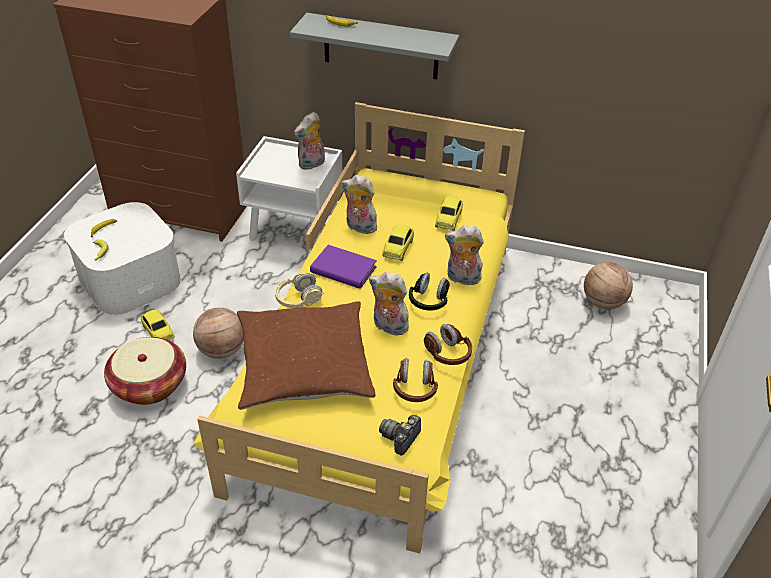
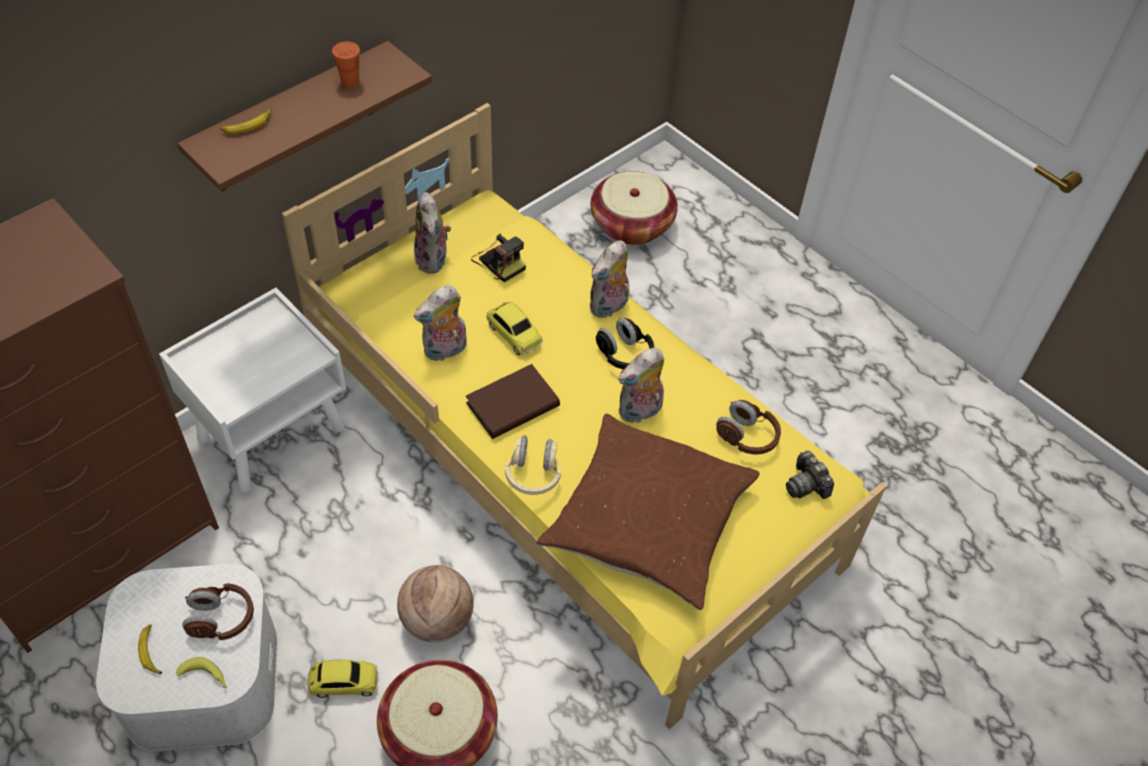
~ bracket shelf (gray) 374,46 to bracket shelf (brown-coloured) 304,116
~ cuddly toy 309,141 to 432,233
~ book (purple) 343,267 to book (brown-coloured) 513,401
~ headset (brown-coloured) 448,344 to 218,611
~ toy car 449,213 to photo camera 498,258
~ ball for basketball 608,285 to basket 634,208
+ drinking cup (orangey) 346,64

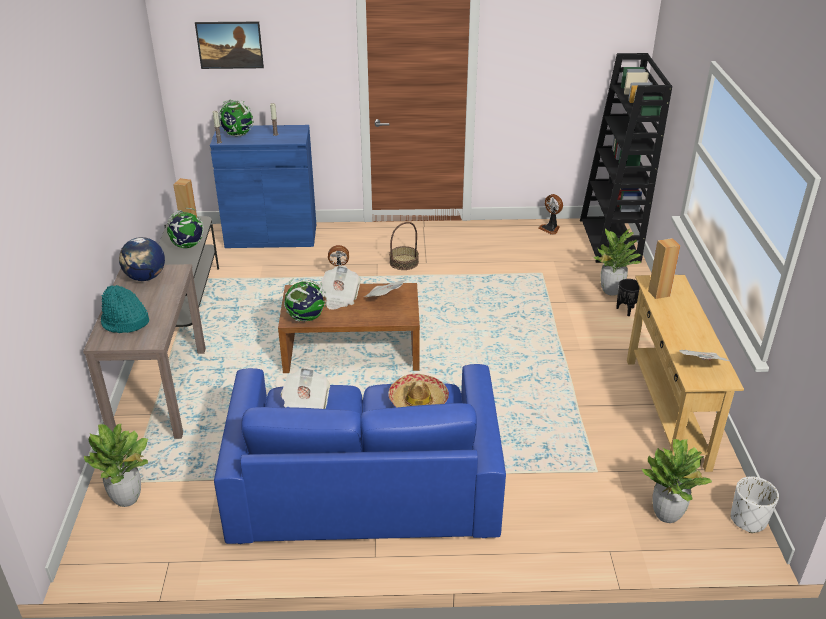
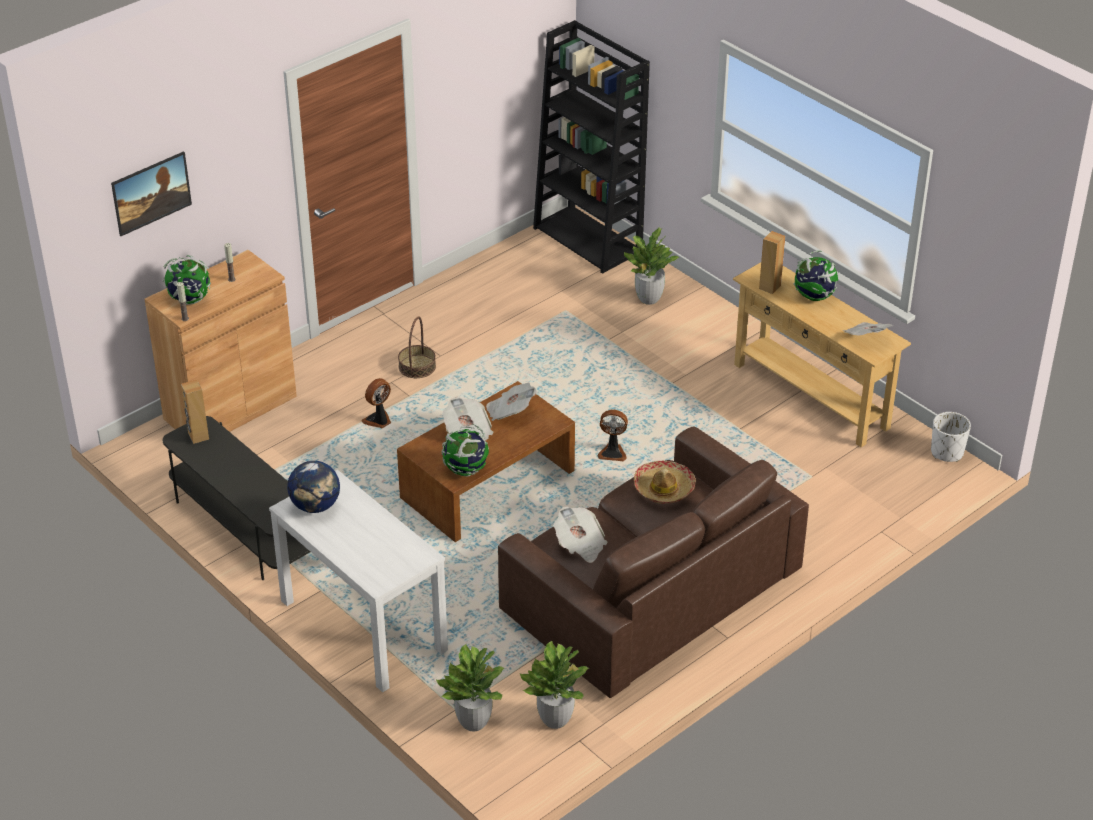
~ console table (brown-coloured) 144,351 to console table (whitish) 358,581
- clothing hat (blue-green) 125,309
~ globe 185,228 to 816,276
~ storage cabinet (blue) 263,186 to storage cabinet (brown-coloured) 220,341
~ sofa (blue) 360,454 to sofa (brown-coloured) 653,562
~ cooling fan 550,214 to 612,435
- planter (black-coloured) 628,297
~ potted plant 677,481 to 554,685

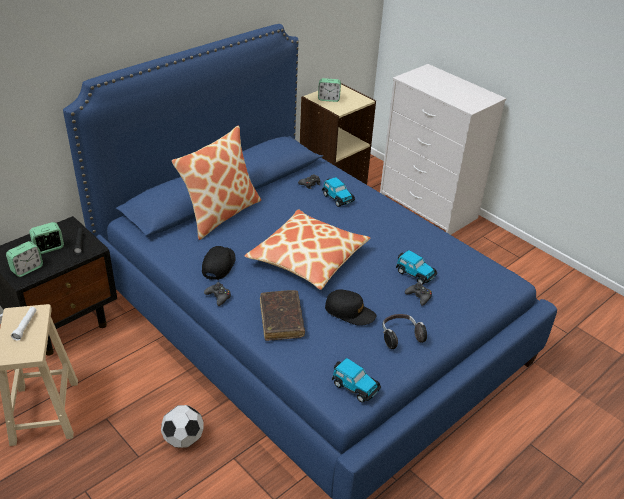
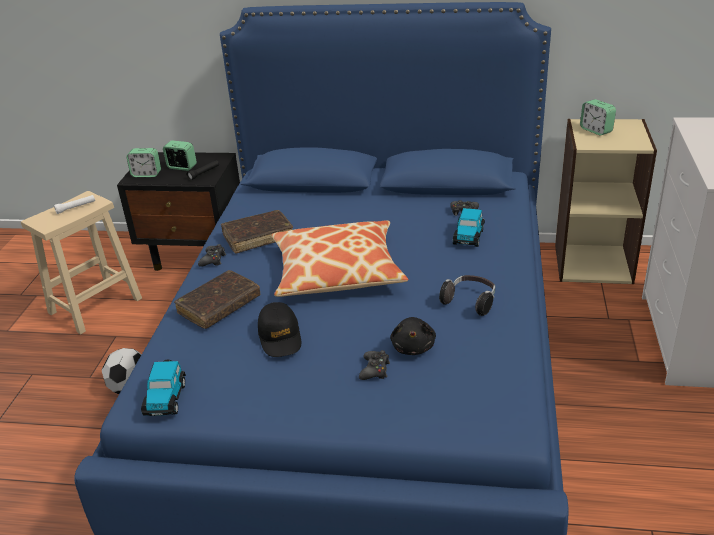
- pillow 216,182
~ peaked cap (black-coloured) 219,263 to book (brown-coloured) 257,232
~ headset 404,331 to 467,295
~ toy car 416,267 to cuddly toy (black-coloured) 413,336

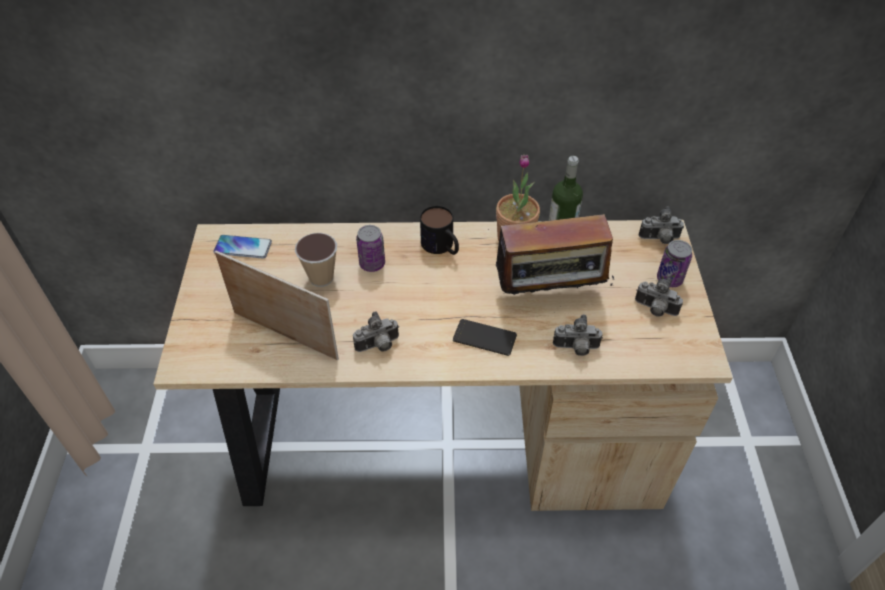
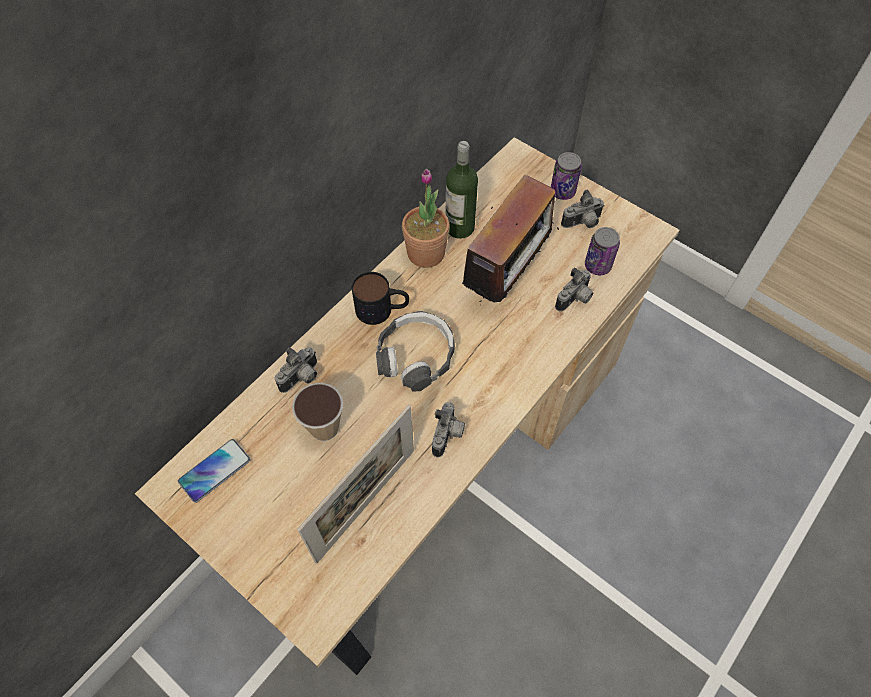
~ photo frame 277,305 = 355,484 150 degrees clockwise
~ can 370,248 to 602,251
- phone 485,337
~ photo camera 661,225 to 296,370
+ headset 415,351

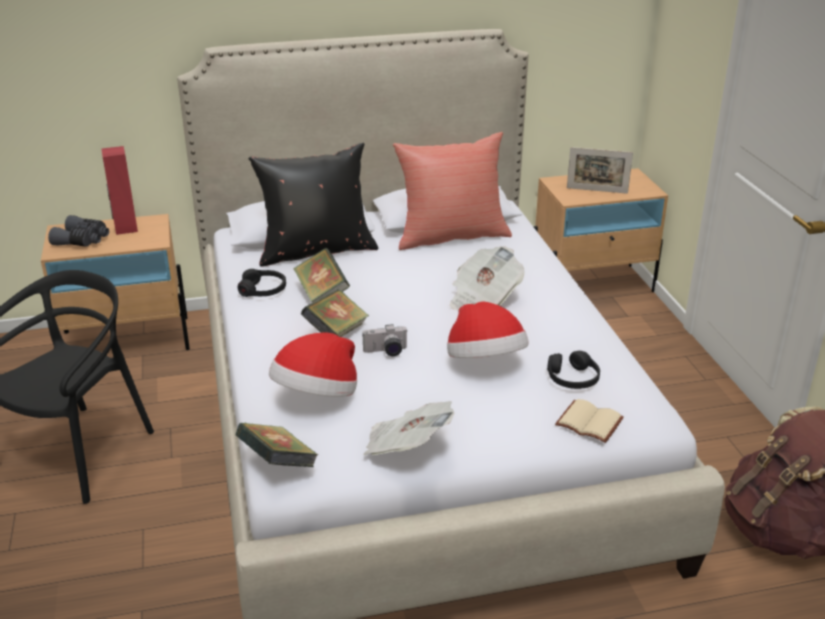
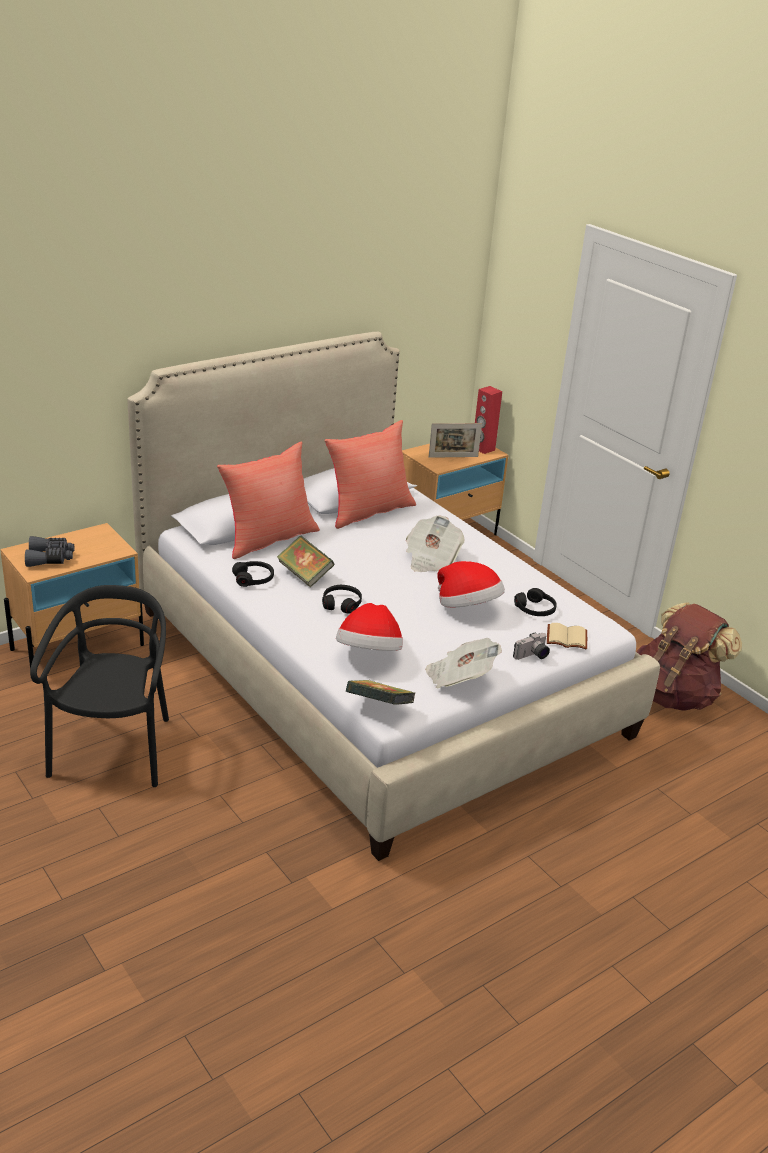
~ audio speaker (red-coloured) 119,190 to 488,420
~ pillow (black-coloured) 313,205 to pillow (red-coloured) 268,500
~ book 335,313 to headset (black-coloured) 342,599
~ photo camera 385,340 to 531,646

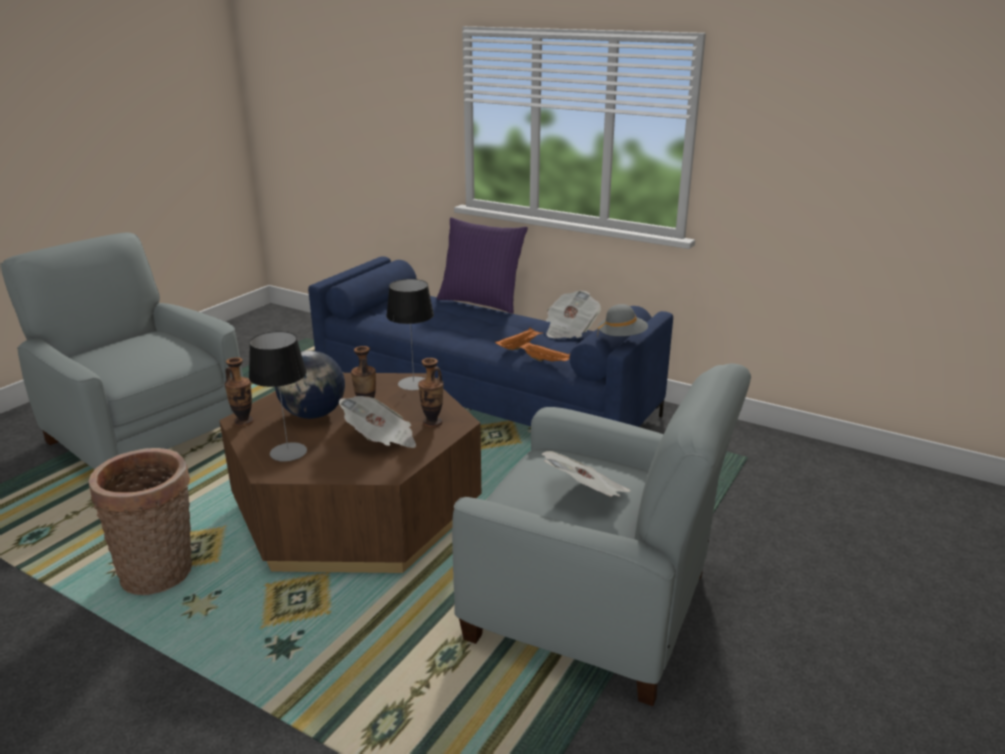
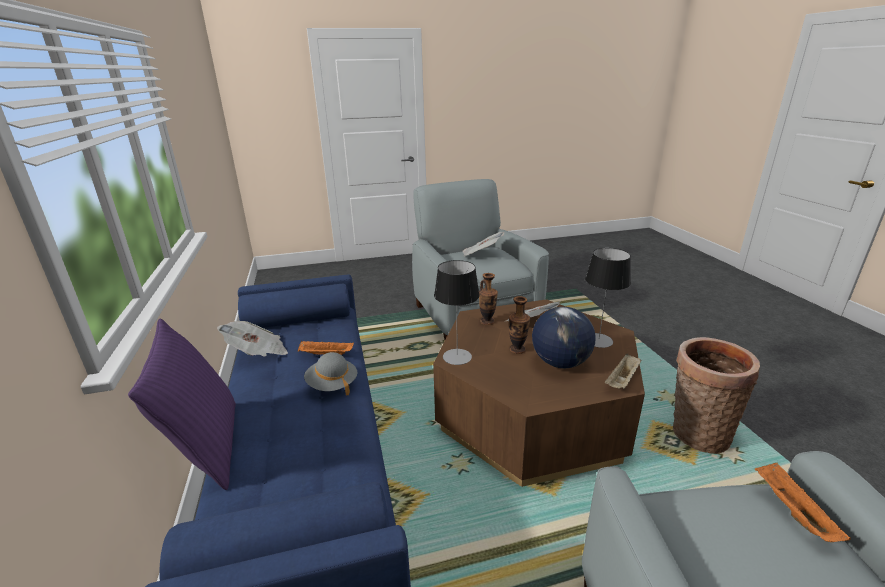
~ vase 239,392 to carrying tray (beige-coloured) 623,371
~ carrying tray (orangey) 544,352 to 803,502
~ clothing hat (gray) 622,321 to 331,373

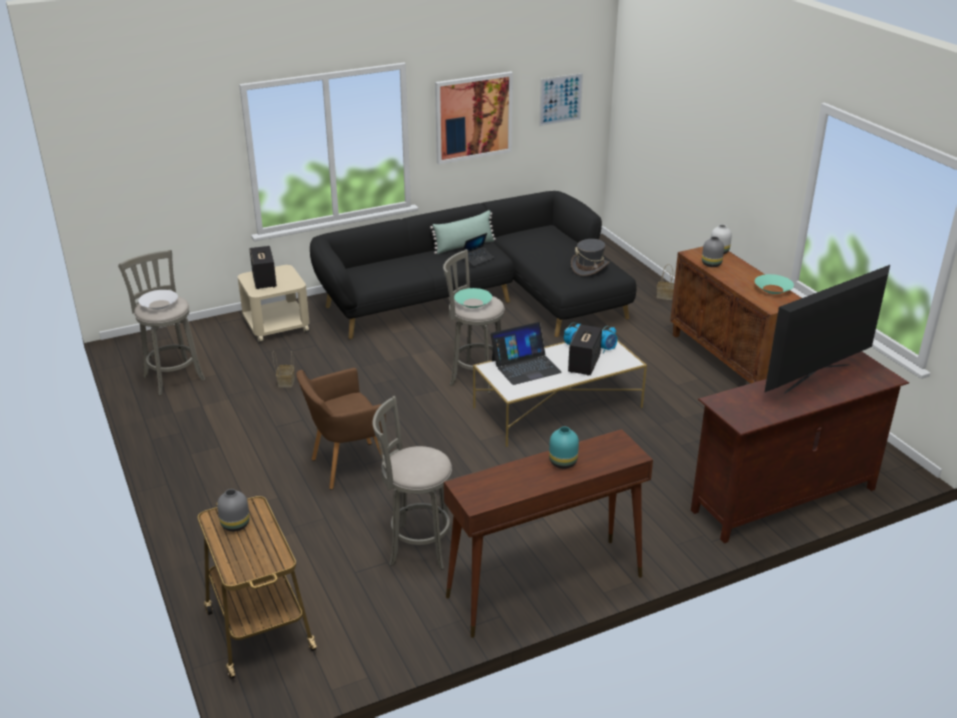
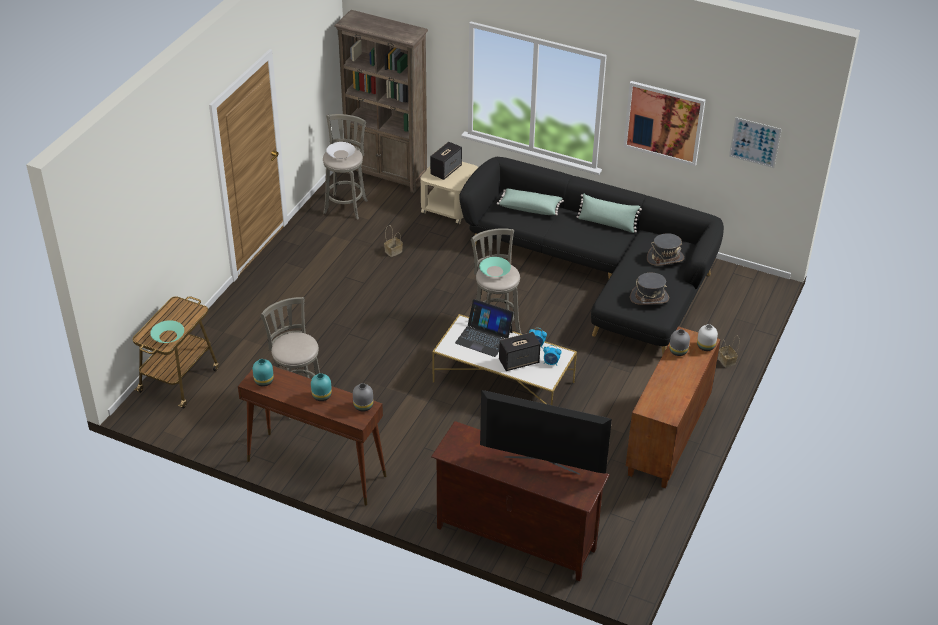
~ vase (gray) 233,510 to 363,397
- lounge chair (brown-coloured) 341,428
- portable computer 478,250
~ bowl (blue-green) 774,284 to 167,331
+ vase (blue-green) 263,373
+ shelving unit (brown-coloured) 381,101
+ pillow (green-coloured) 530,202
+ clothing hat (gray) 665,249

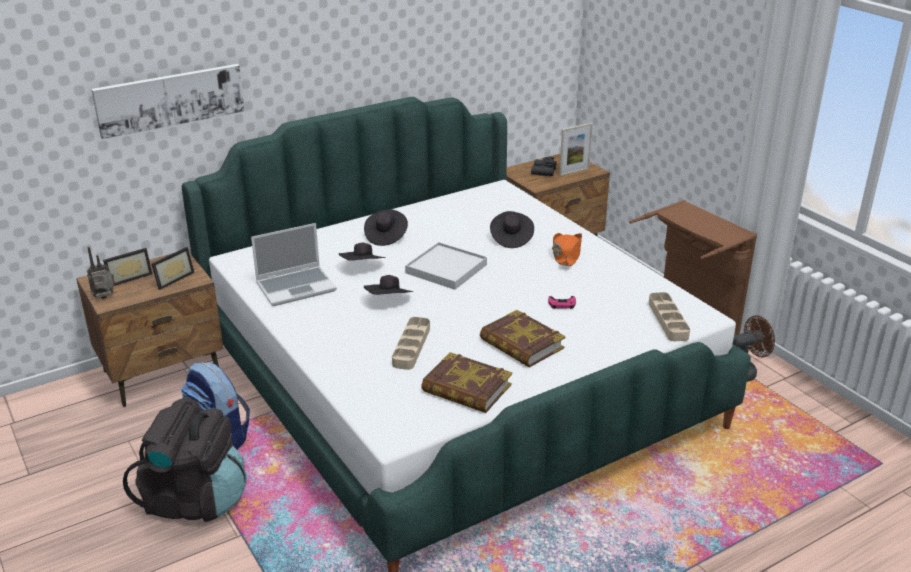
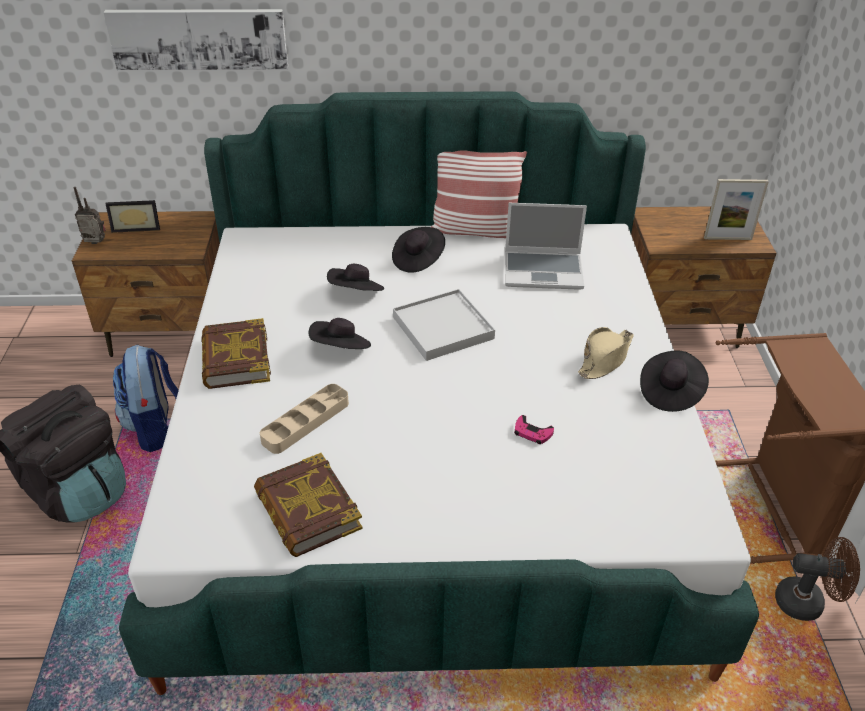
- photo frame 173,268
~ portable computer 294,264 to 546,246
~ book 522,338 to 236,353
~ clothing hat (black-coloured) 512,229 to 674,381
- pair of binoculars (black-coloured) 543,166
~ clothing hat (orangey) 567,249 to clothing hat (beige-coloured) 606,353
- carrying tray (beige-coloured) 669,316
+ pillow 479,194

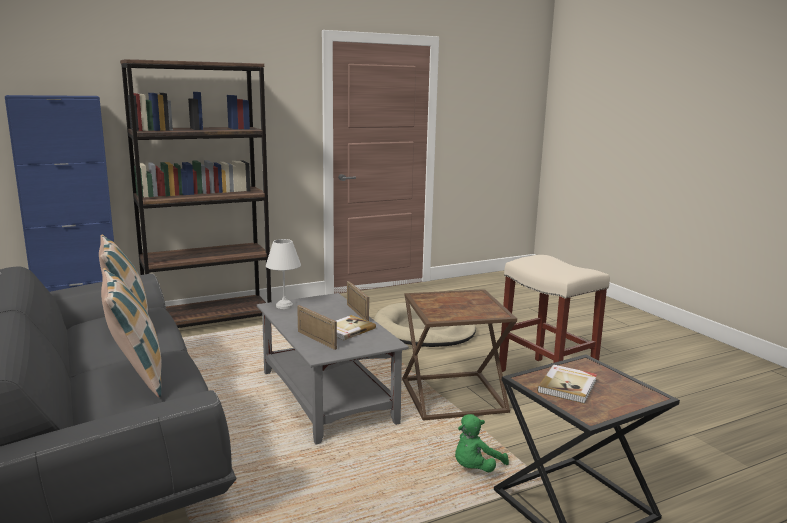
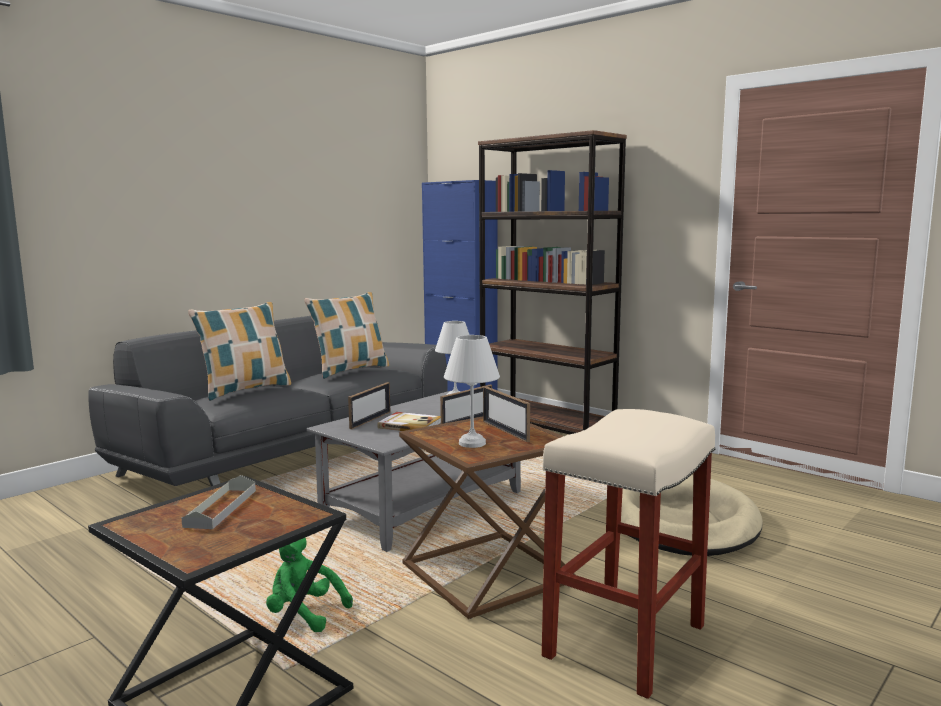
~ book 567,384 to carrying tray (gray) 219,502
+ lamp for a table (whitish) 472,391
+ photo frame 506,414

